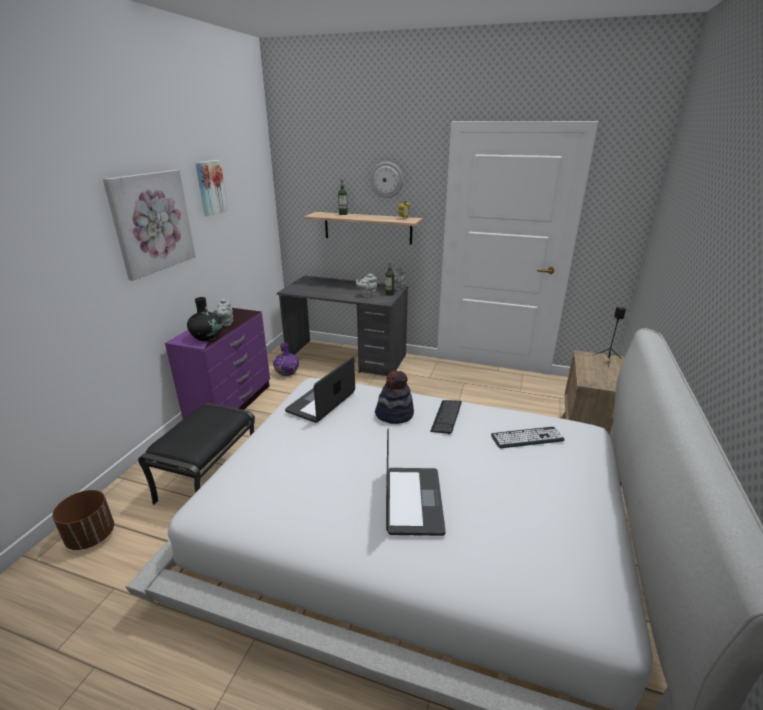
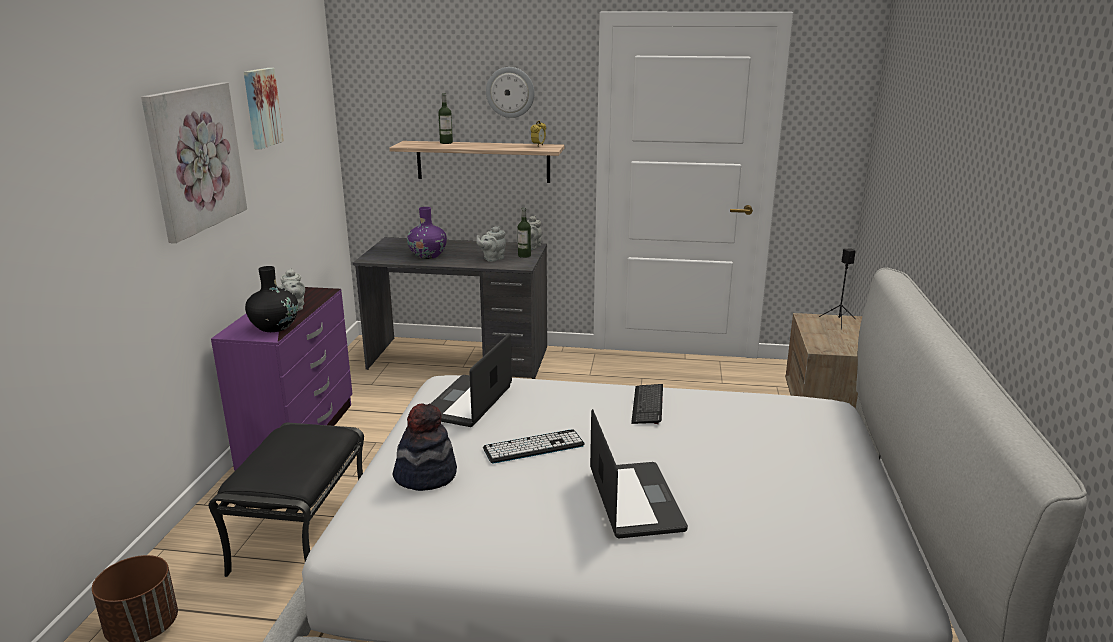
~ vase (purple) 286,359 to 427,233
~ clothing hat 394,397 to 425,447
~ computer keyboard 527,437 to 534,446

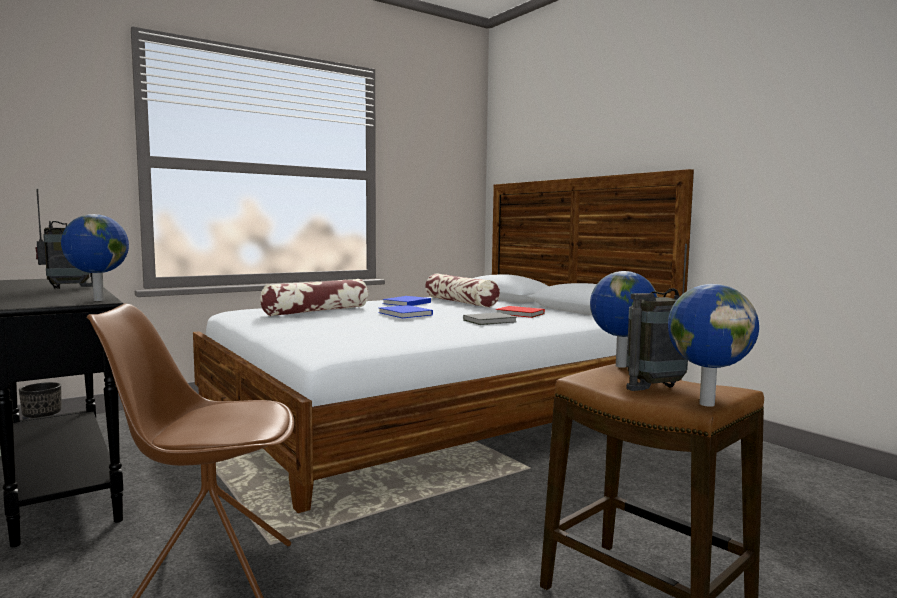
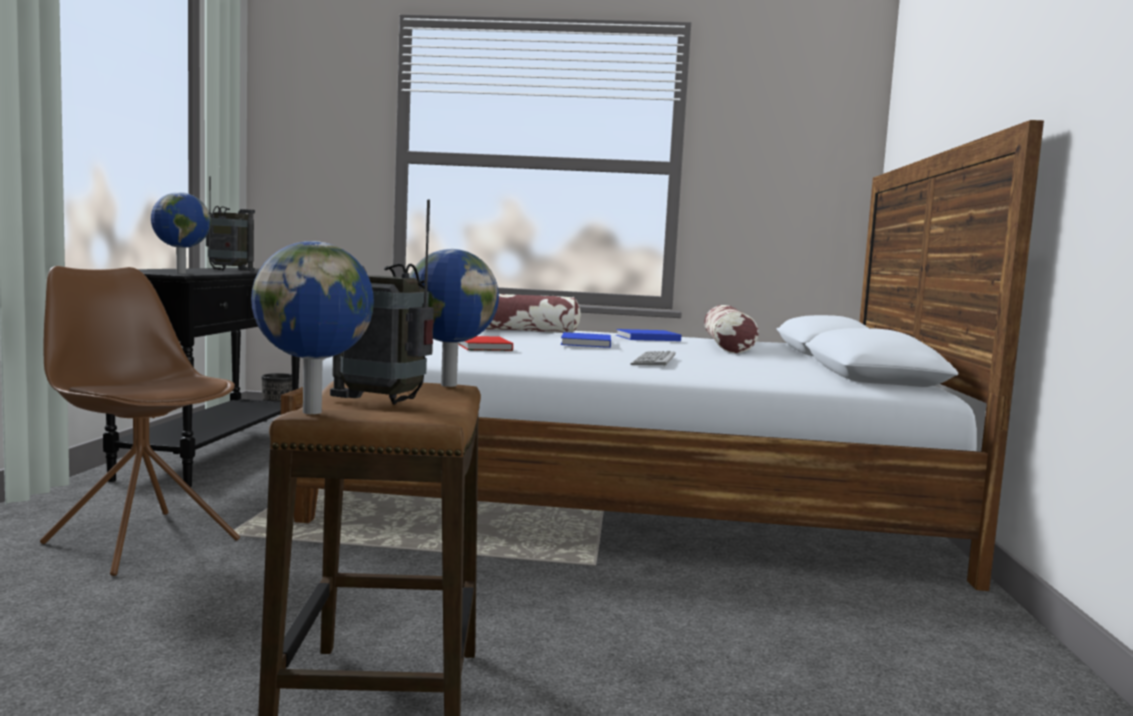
~ book (gray) 490,318 to computer keyboard 652,359
~ book (red-coloured) 520,312 to 485,343

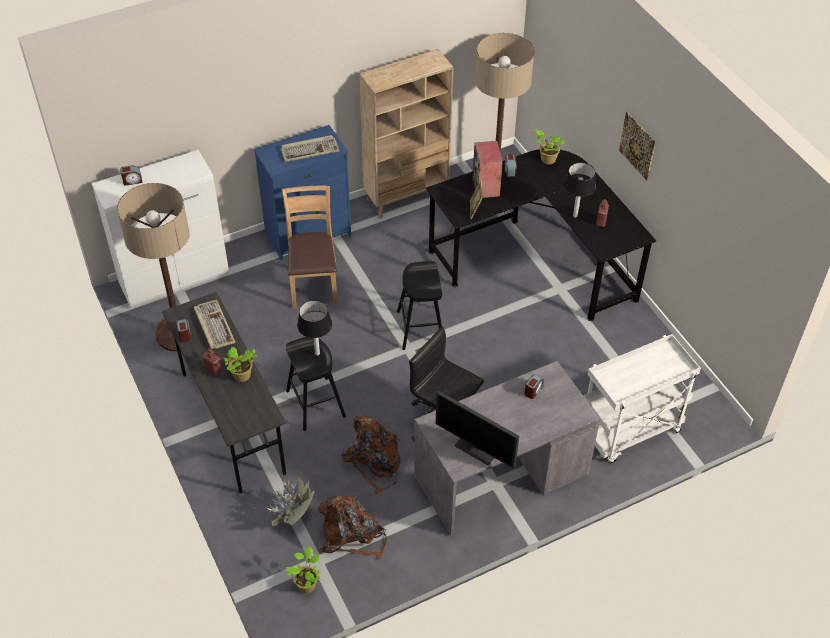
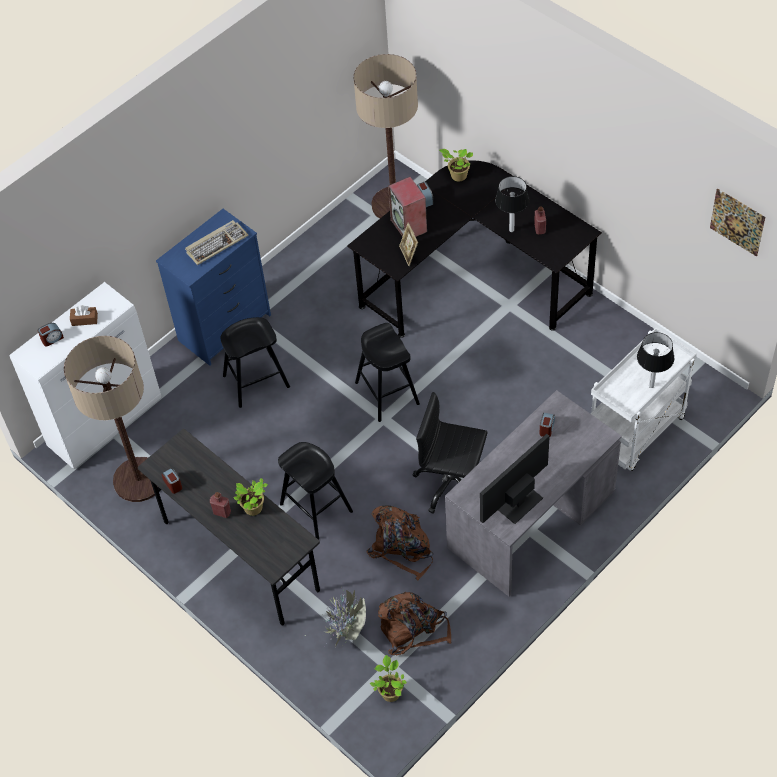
- computer keyboard 215,324
~ upright chair (brown-coloured) 310,247 to stool seat (black-coloured) 255,362
~ lamp for a table 314,328 to 655,360
- shelving unit (beige-coloured) 406,134
~ computer screen 477,430 = 515,479 120 degrees clockwise
~ wall picture 637,146 to 738,222
+ box of tissues (brown-coloured) 84,315

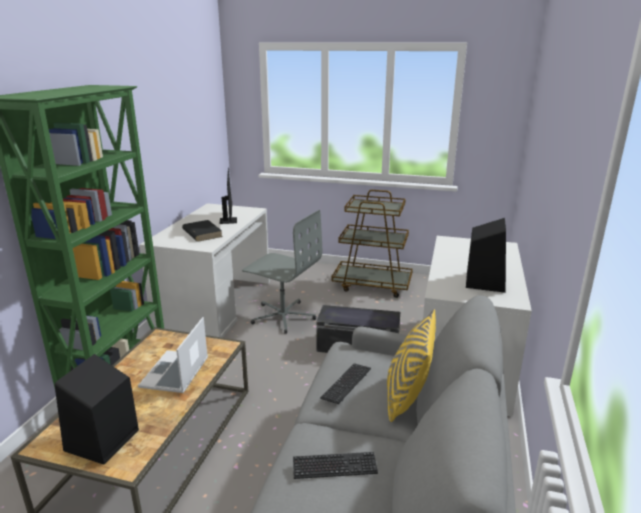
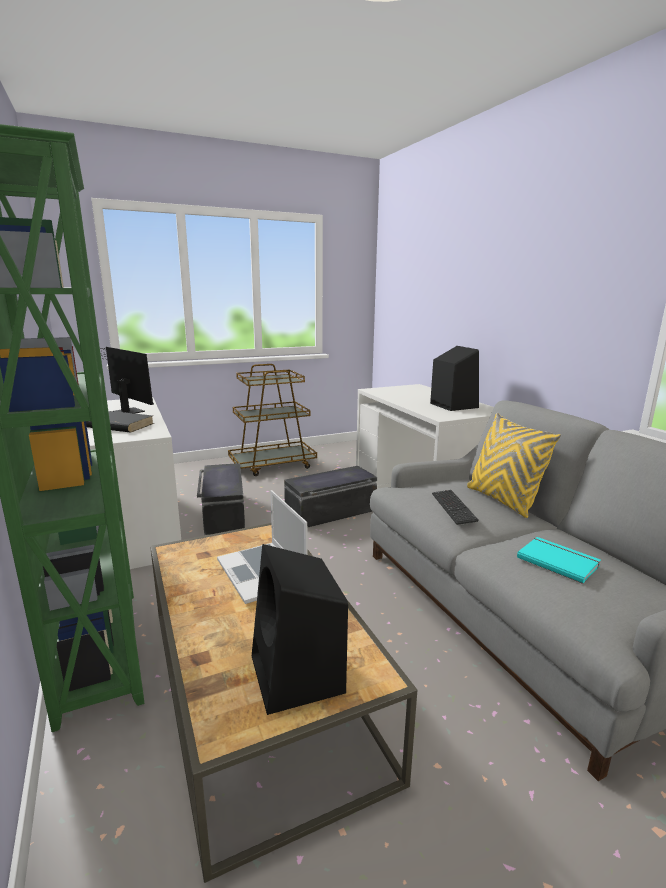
~ office chair (gray) 282,272 to storage container (black-coloured) 221,499
~ computer keyboard 335,465 to book (blue-green) 559,560

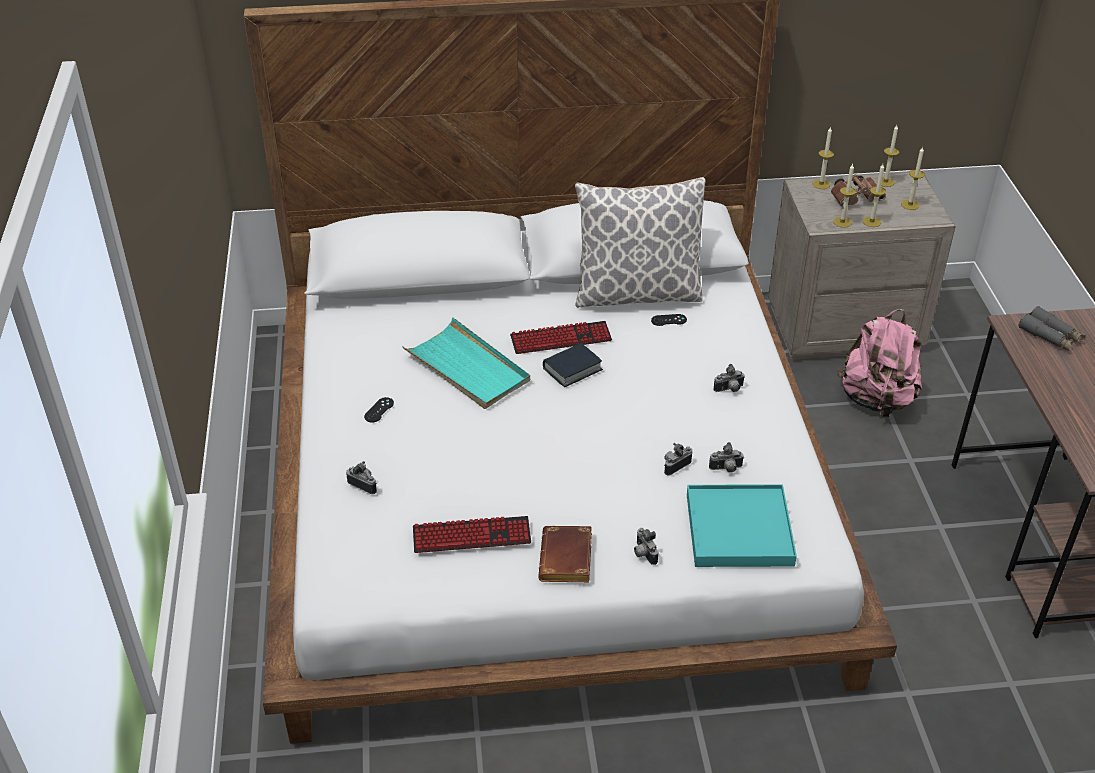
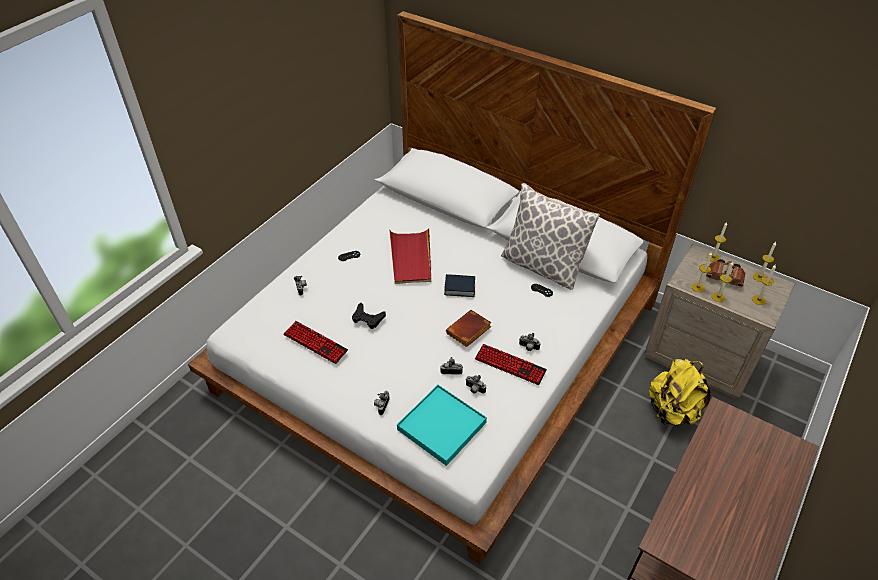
~ carrying tray (blue-green) 466,363 to carrying tray (red-coloured) 410,256
~ computer keyboard 561,337 to 511,364
~ book (brown-coloured) 565,554 to 468,328
~ backpack (pink-coloured) 879,363 to backpack (yellow-coloured) 680,392
- pair of binoculars (gray) 1052,328
+ game controller (black-coloured) 369,316

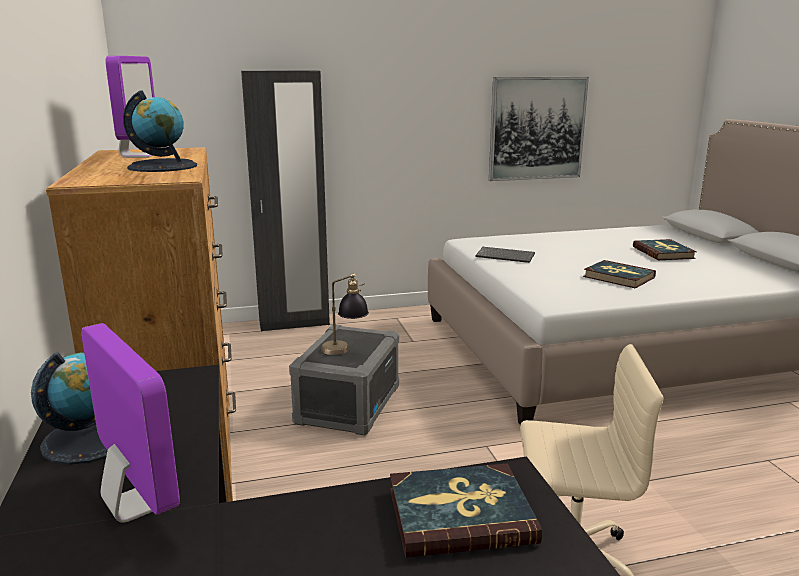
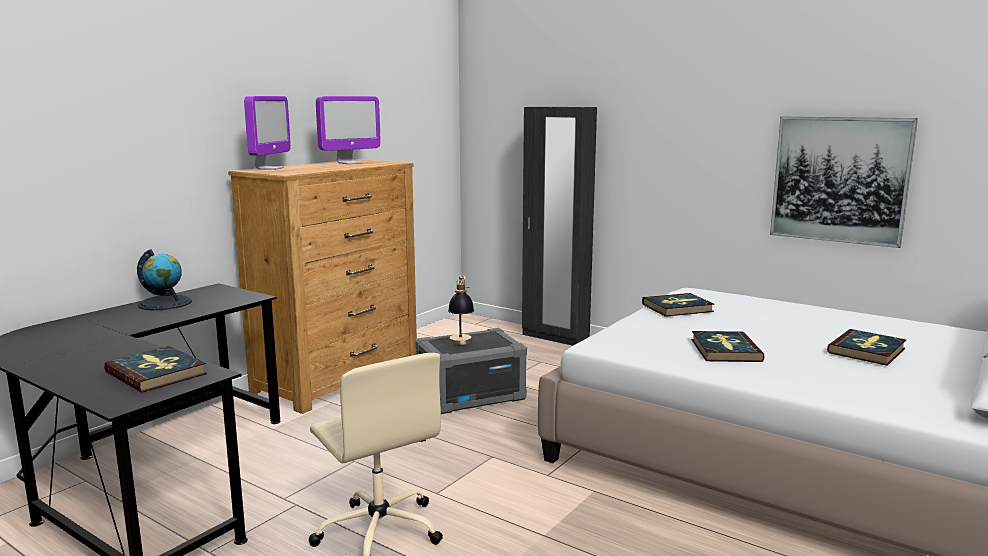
~ computer screen 130,423 to 267,133
- globe 160,131
~ computer keyboard 505,255 to book 678,305

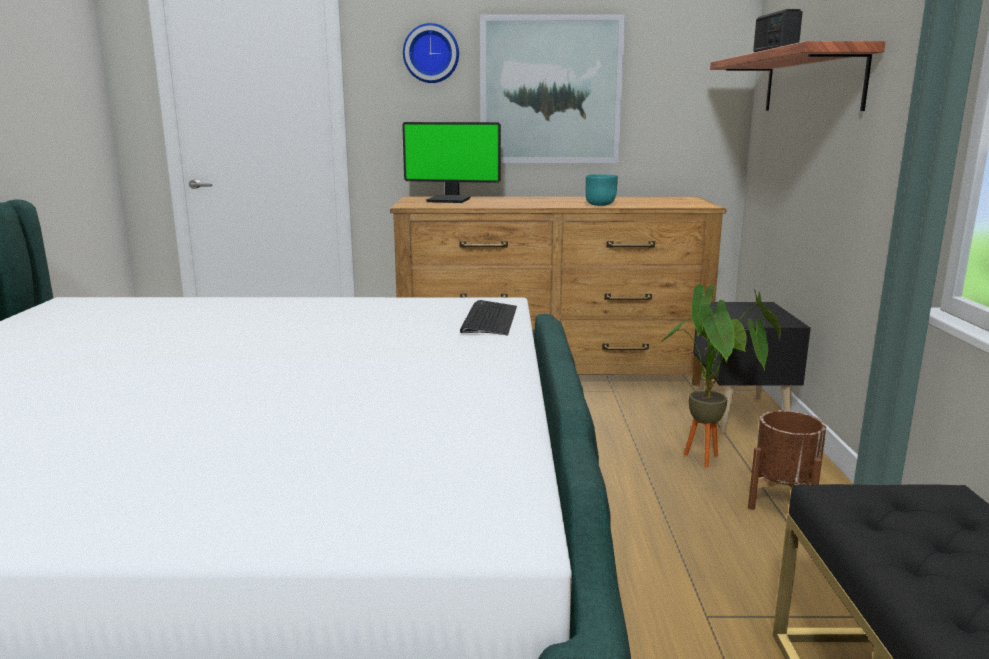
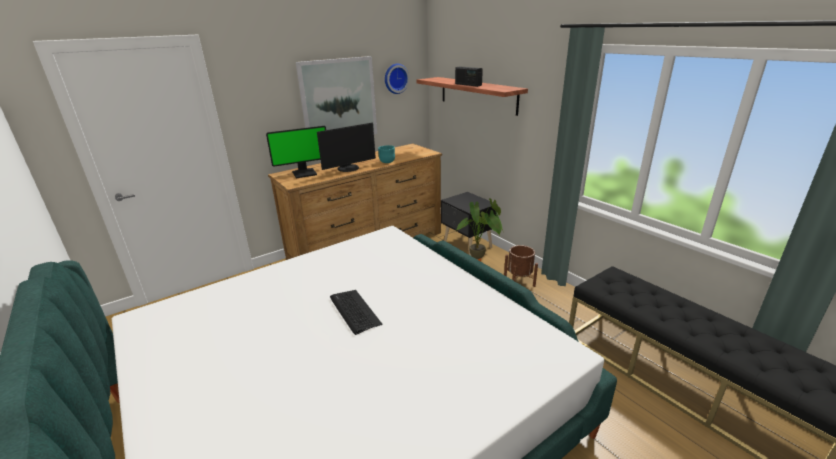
~ hanging clock 431,53 to 397,78
~ computer keyboard 488,317 to 356,312
+ computer screen 346,147

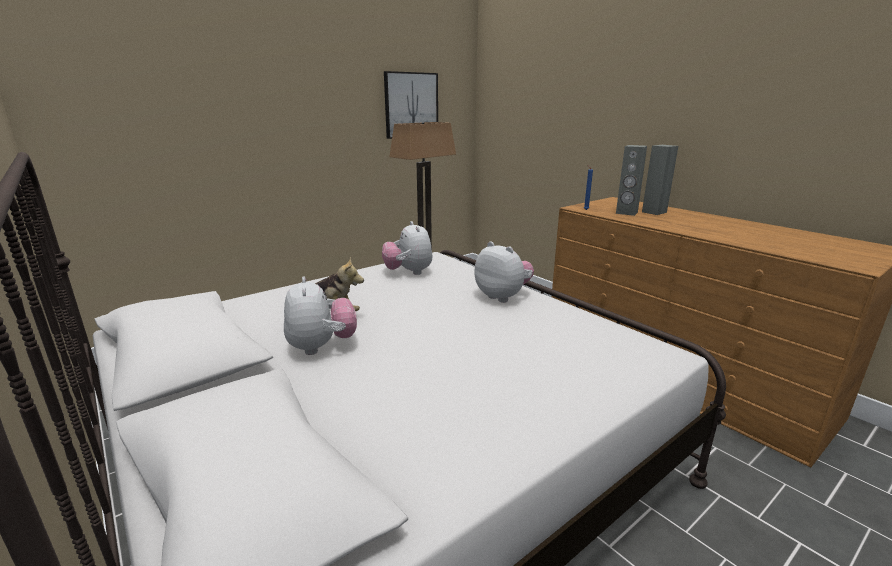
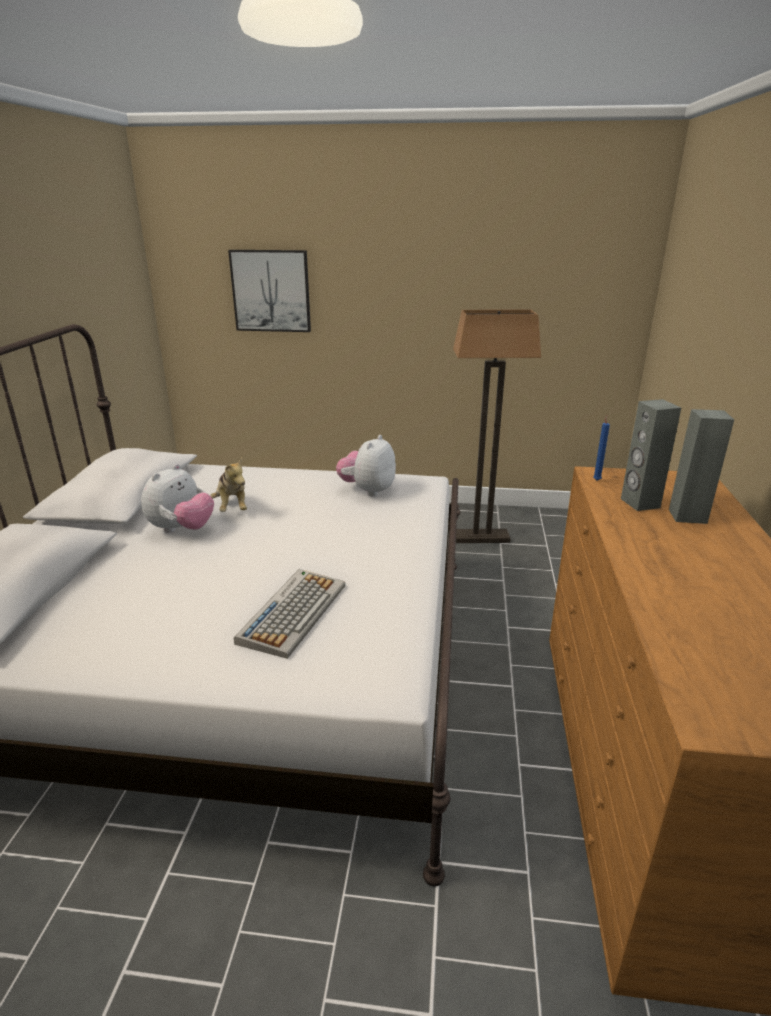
~ wall picture 411,105 to 269,291
- cuddly toy 504,272
+ computer keyboard 289,614

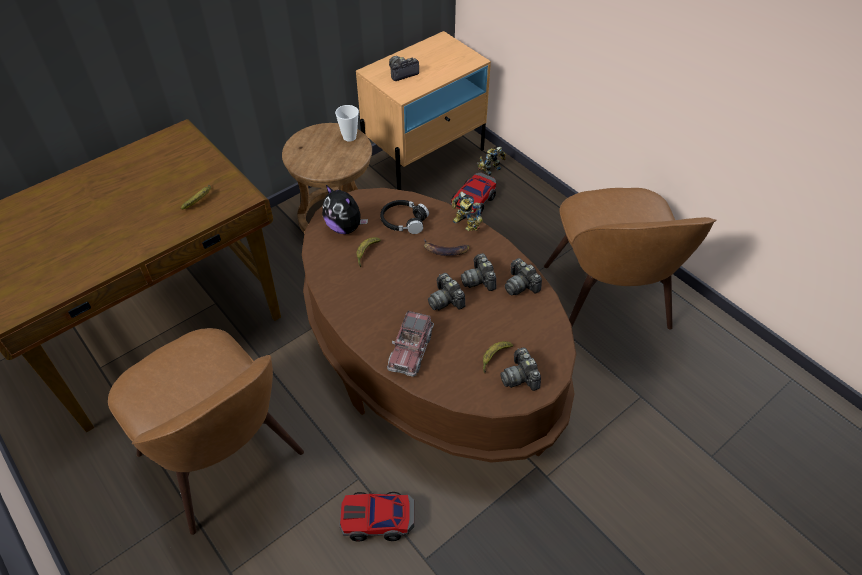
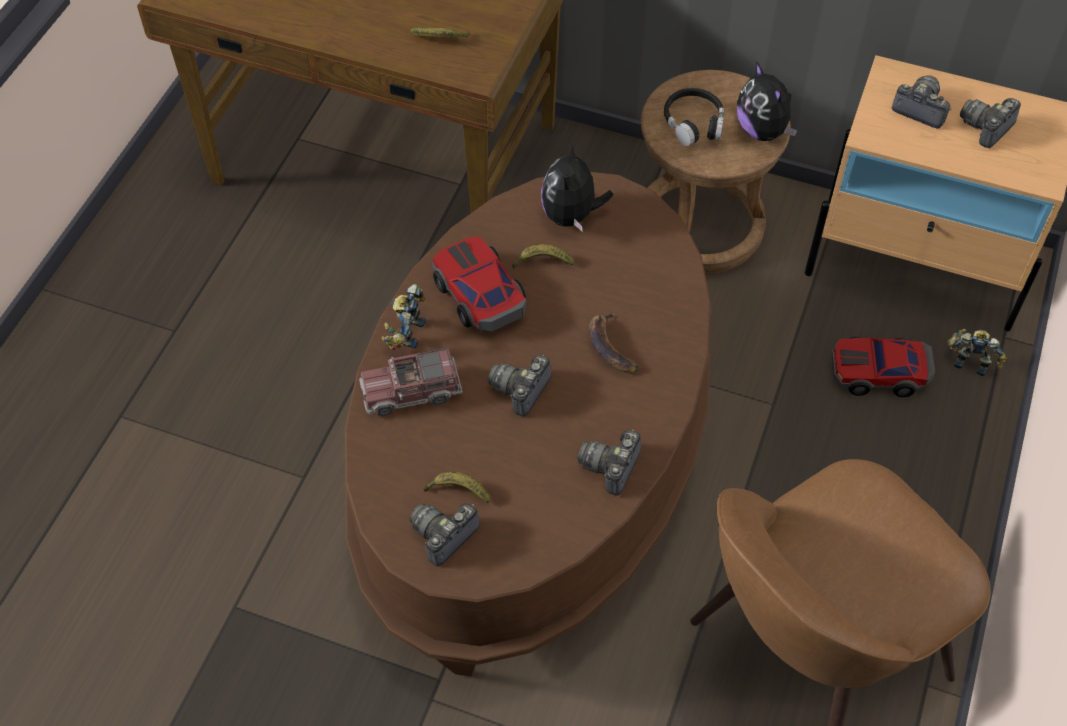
- upright chair (brown-coloured) 206,431
~ drinking cup 347,123 to cuddly toy 767,101
~ toy car 376,516 to 479,284
~ headset (black-coloured) 404,217 to 694,117
~ toy robot 467,211 to 404,317
~ photo camera 478,272 to 990,123

